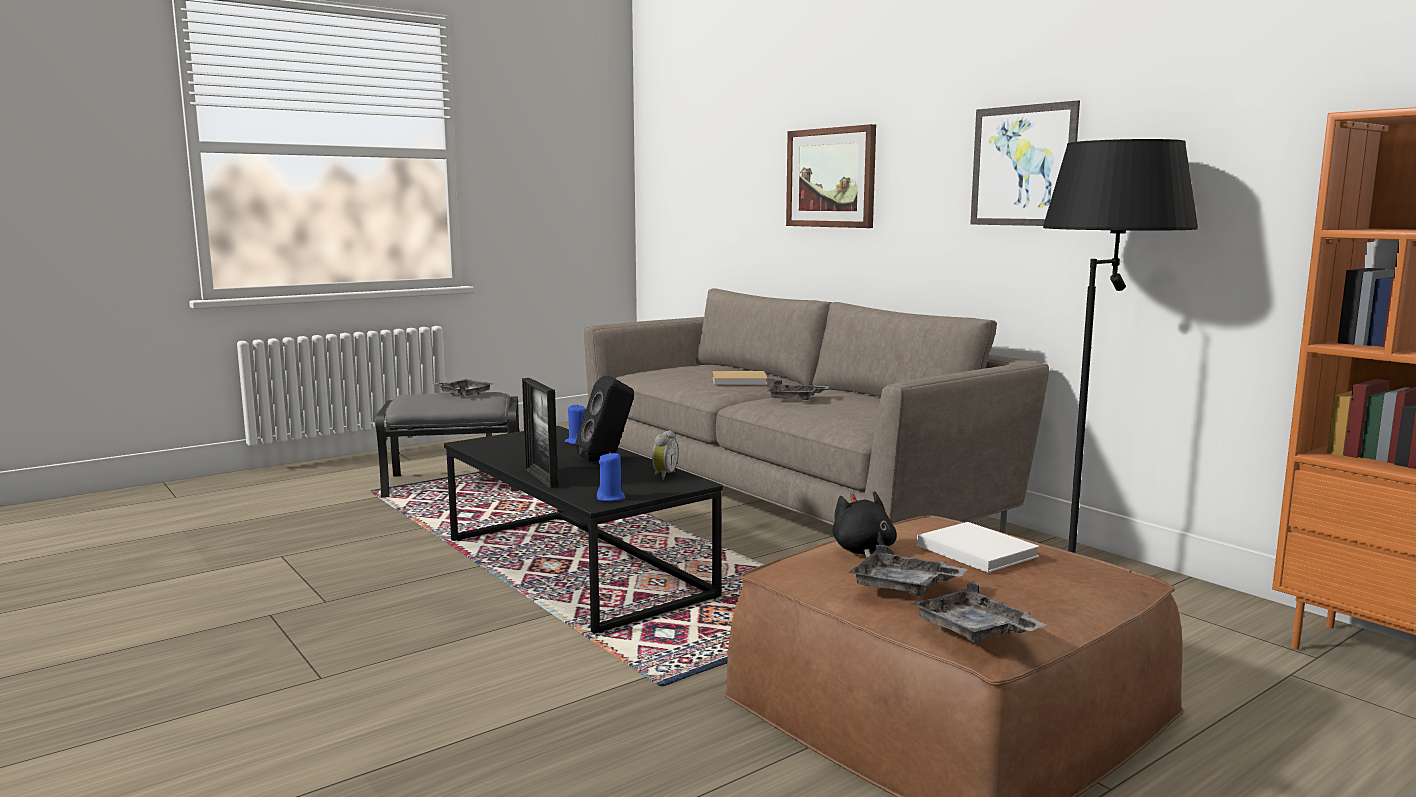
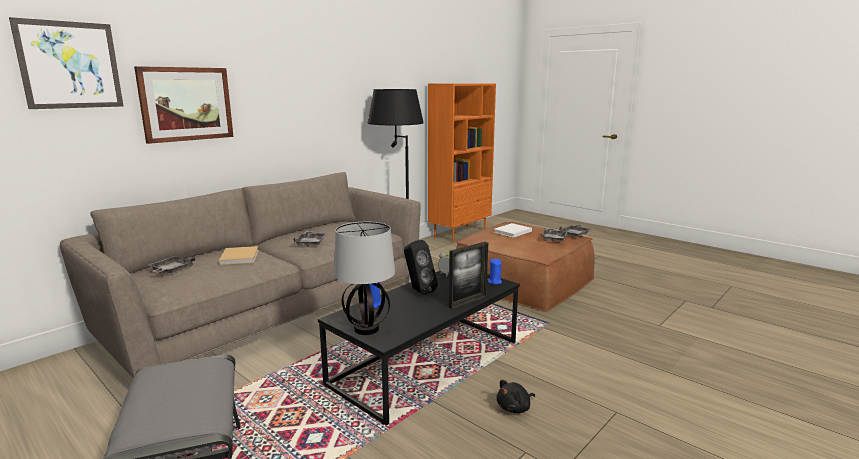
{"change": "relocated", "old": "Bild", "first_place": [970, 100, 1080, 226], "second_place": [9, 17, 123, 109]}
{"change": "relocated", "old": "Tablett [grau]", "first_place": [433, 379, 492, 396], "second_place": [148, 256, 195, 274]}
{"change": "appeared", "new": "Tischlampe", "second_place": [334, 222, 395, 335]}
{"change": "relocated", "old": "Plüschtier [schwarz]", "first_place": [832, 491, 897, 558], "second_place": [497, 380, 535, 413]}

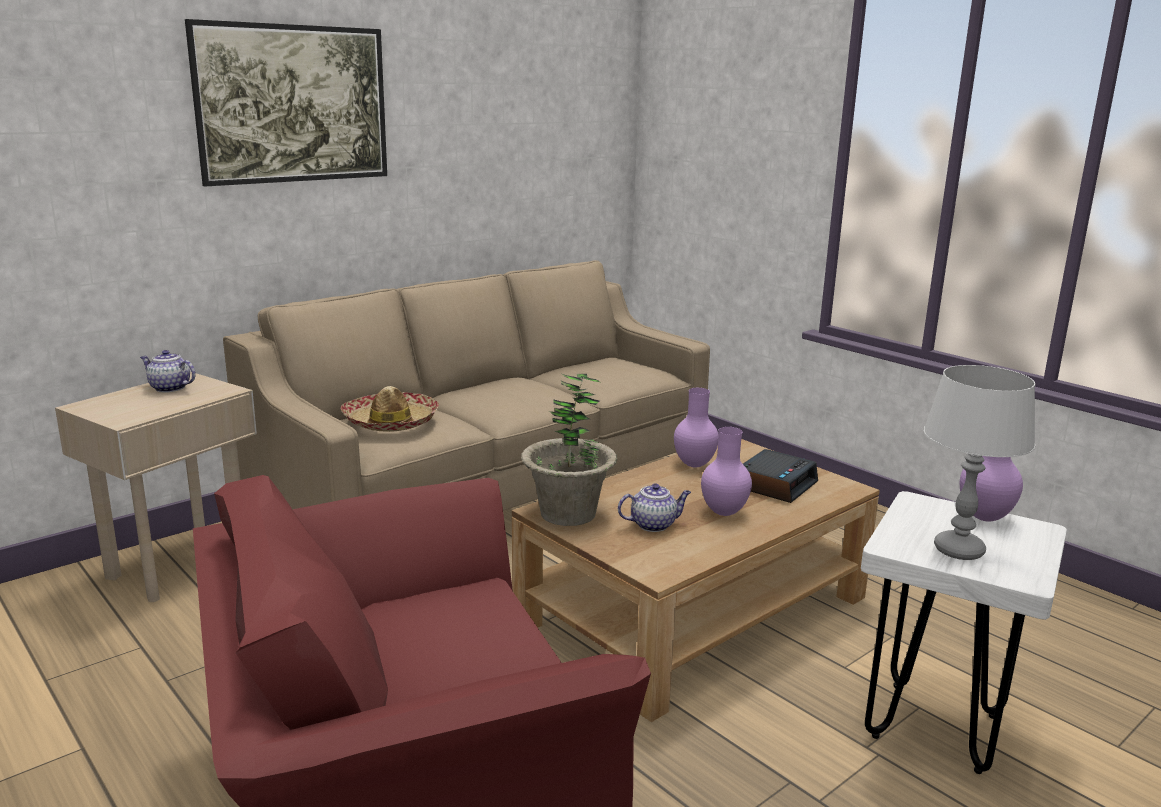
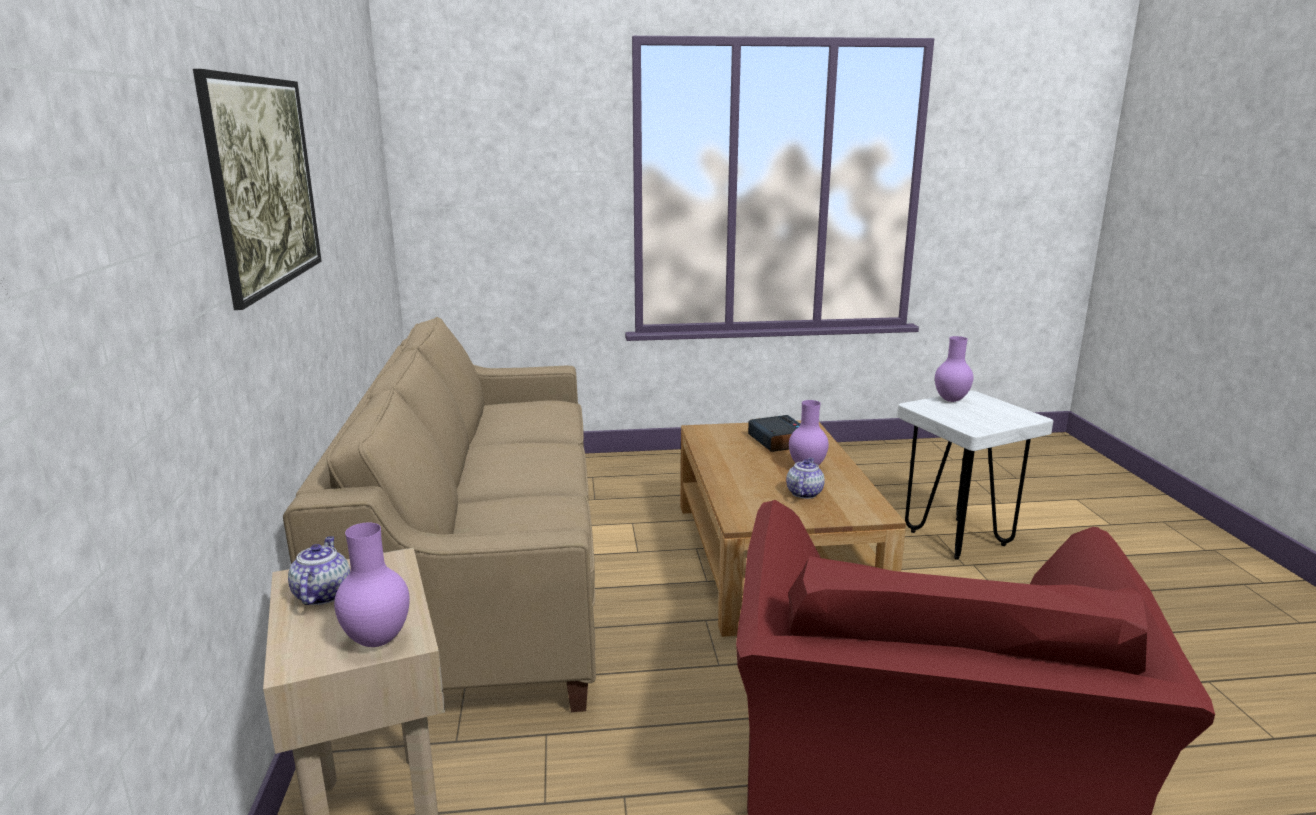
{"change": "spun", "old": "Teekanne", "first_place": [140, 350, 196, 393], "second_place": [288, 536, 350, 605], "degrees": 120}
{"change": "relocated", "old": "Vase [lila]", "first_place": [674, 388, 719, 468], "second_place": [334, 522, 410, 647]}
{"change": "missing", "old": "Hut", "first_place": [341, 386, 439, 432]}
{"change": "missing", "old": "Topfpflanze", "first_place": [521, 373, 617, 526]}
{"change": "missing", "old": "Tischlampe [grau]", "first_place": [923, 365, 1035, 560]}

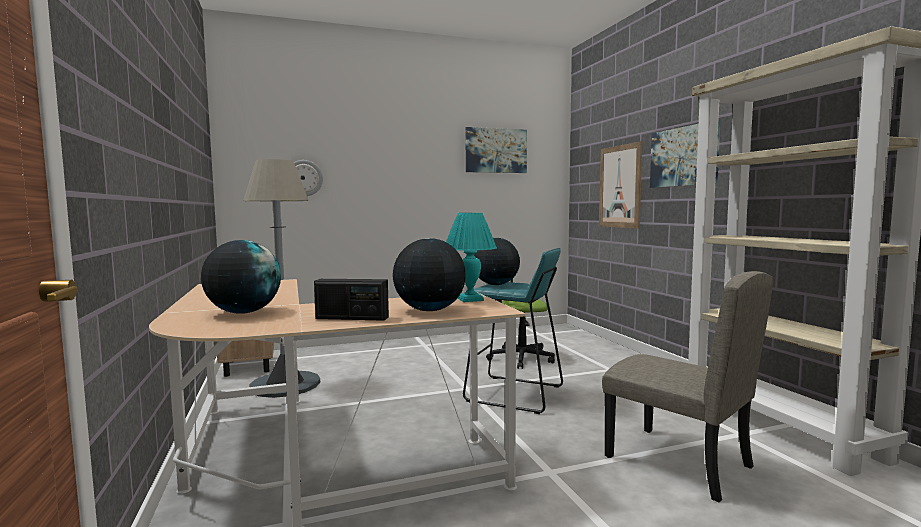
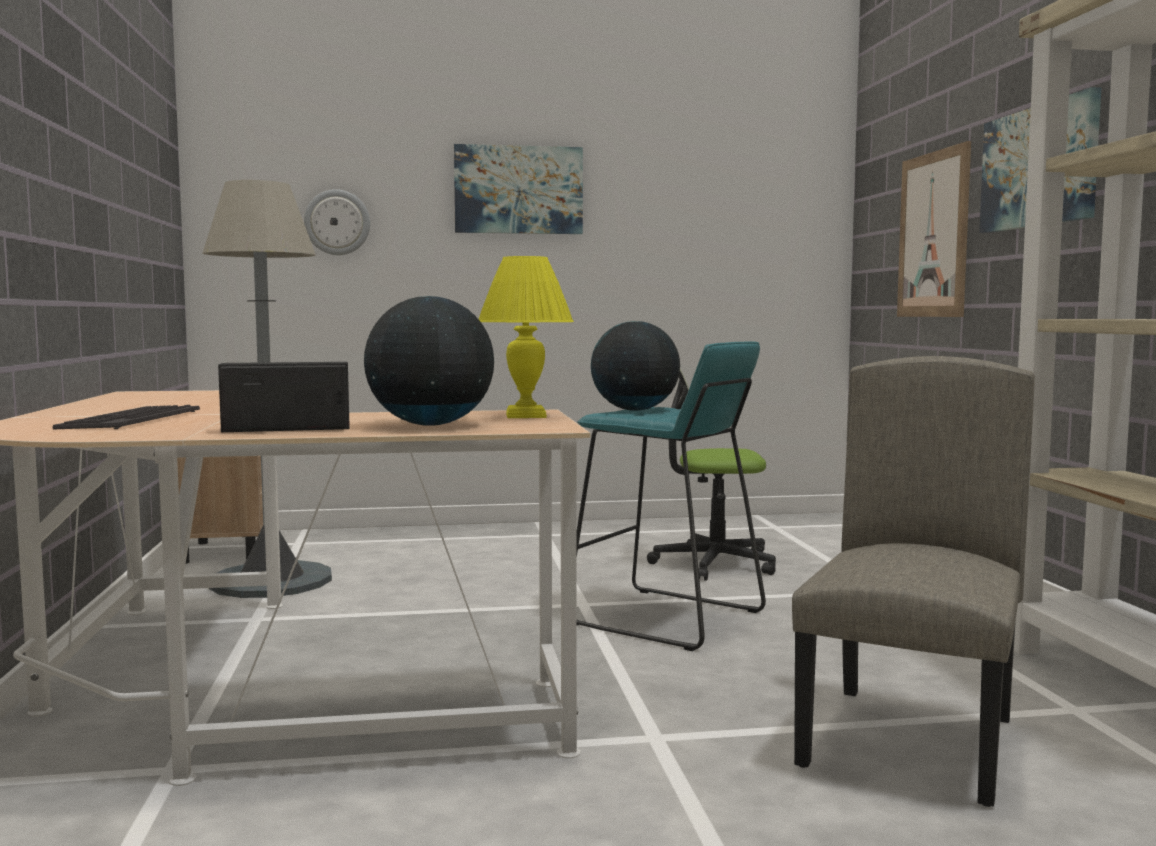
{"change": "exchanged", "old": "Globus", "new": "Tastatur", "first_place": [201, 240, 281, 314], "second_place": [53, 405, 200, 429]}
{"change": "spun", "old": "Radio", "first_place": [314, 279, 389, 321], "second_place": [218, 362, 349, 432], "degrees": 150}
{"change": "relocated", "old": "Bild", "first_place": [465, 127, 527, 173], "second_place": [454, 144, 583, 234]}
{"change": "colour", "old": "Tischlampe [türkis]", "new": "Tischlampe [gelb]", "first_place": [446, 213, 497, 302], "second_place": [479, 256, 574, 418]}
{"change": "spun", "old": "Stuhl [beige]", "first_place": [602, 271, 773, 502], "second_place": [792, 356, 1035, 807], "degrees": -120}

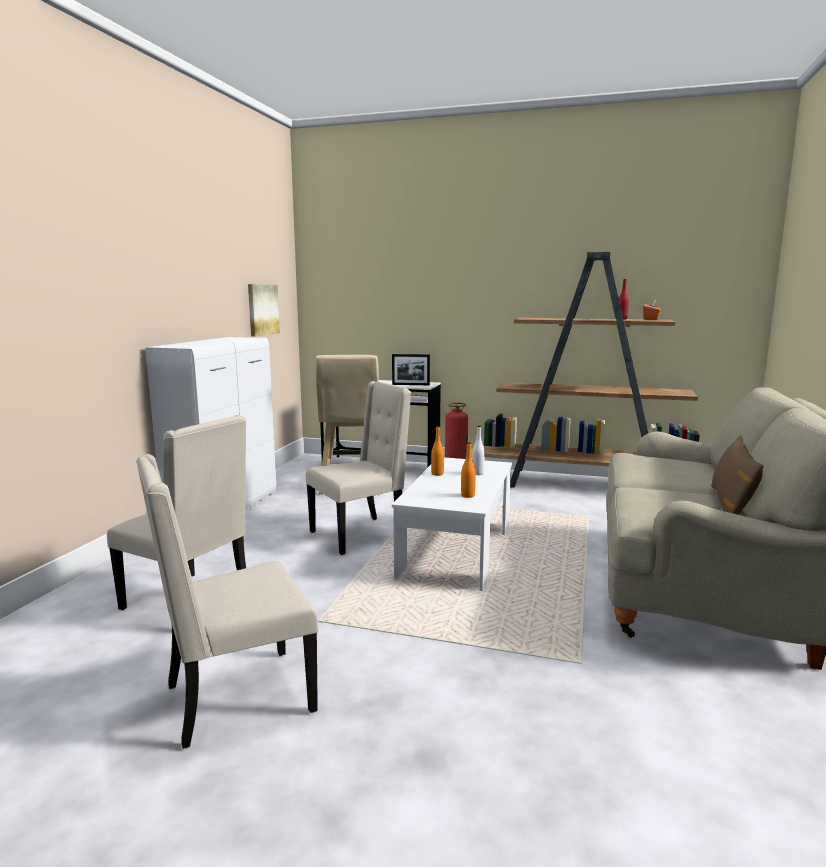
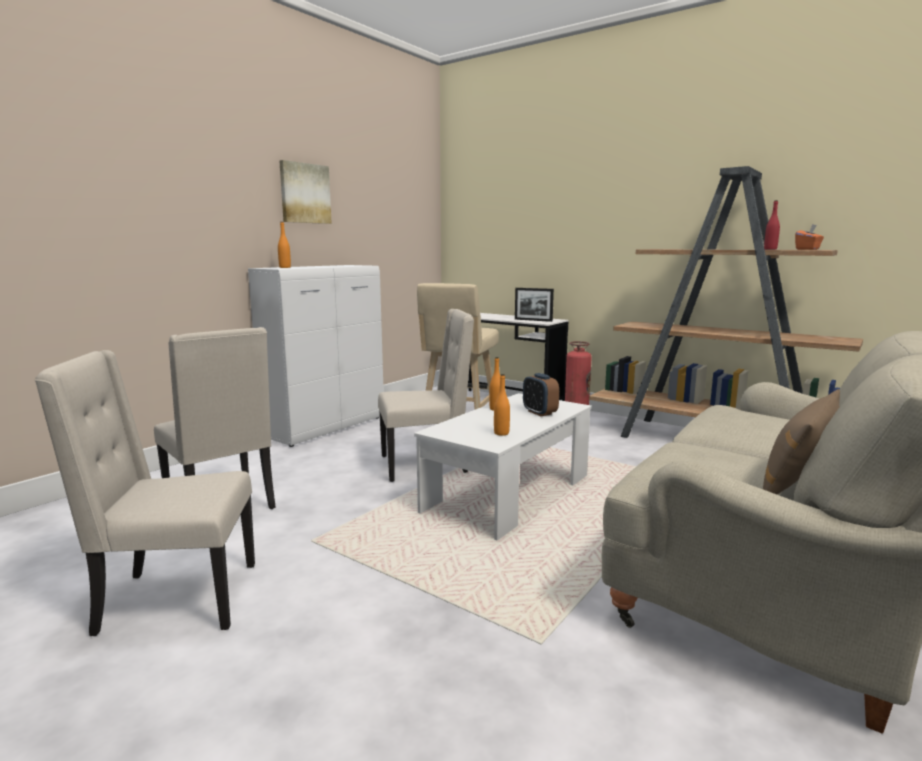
{"change": "appeared", "new": "Flasche [orange]", "second_place": [278, 222, 291, 268]}
{"change": "relocated", "old": "Bild", "first_place": [248, 284, 280, 337], "second_place": [279, 160, 332, 224]}
{"change": "exchanged", "old": "Flasche [weiß]", "new": "Wecker", "first_place": [472, 426, 485, 475], "second_place": [523, 373, 559, 416]}

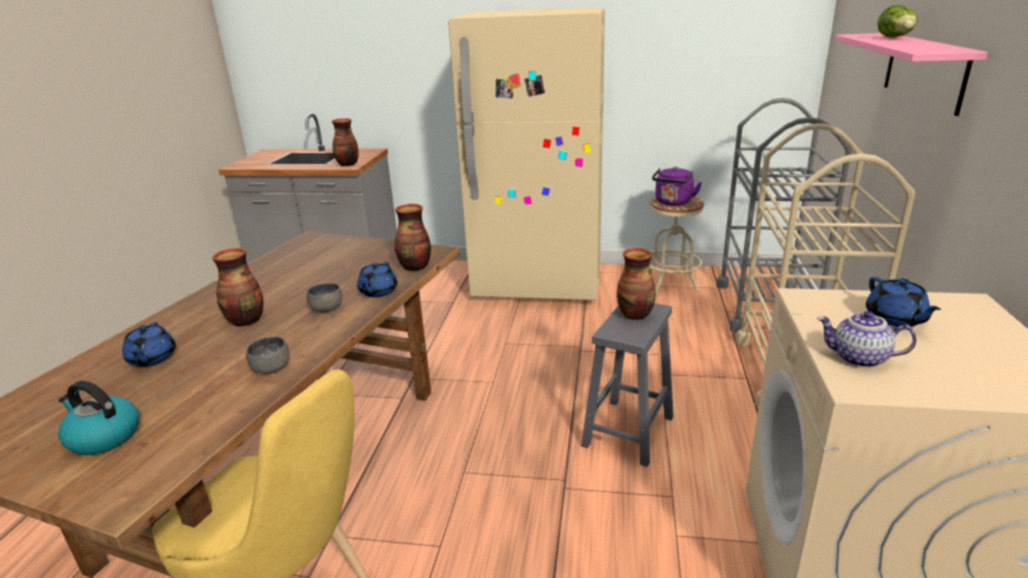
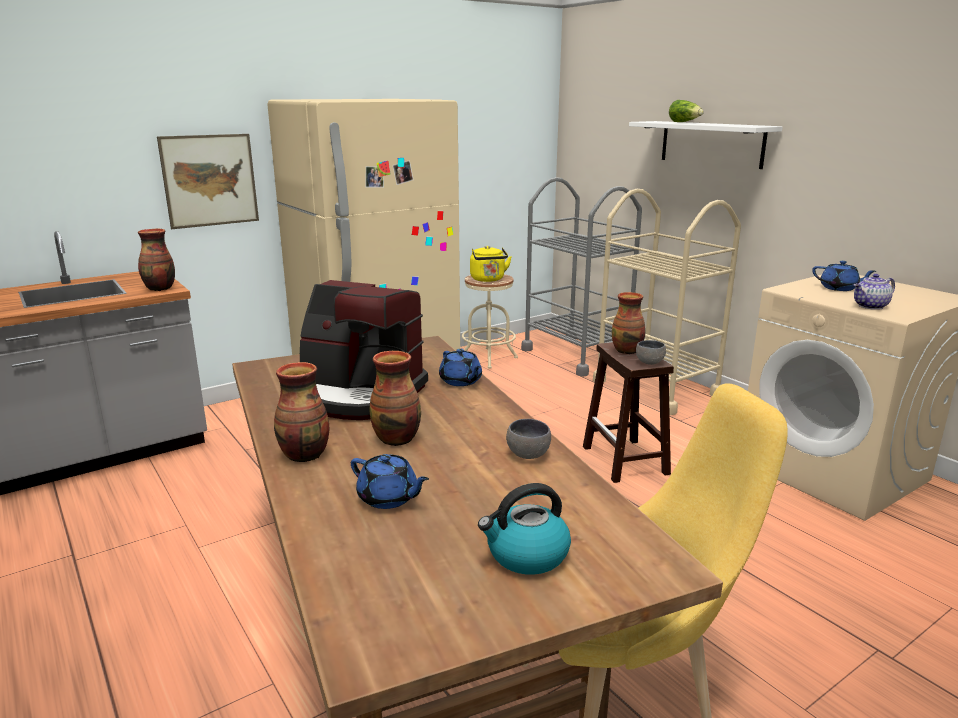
{"change": "appeared", "new": "Bild", "second_place": [157, 134, 259, 229]}
{"change": "relocated", "old": "Vase", "first_place": [395, 204, 431, 271], "second_place": [274, 362, 329, 462]}
{"change": "appeared", "new": "Kaffeemaschine", "second_place": [300, 280, 428, 420]}
{"change": "colour", "old": "Wasserkessel [lila]", "new": "Wasserkessel [gelb]", "first_place": [652, 167, 702, 206], "second_place": [470, 246, 512, 282]}
{"change": "colour", "old": "Hocker [grau]", "new": "Hocker [braun]", "first_place": [581, 303, 673, 467], "second_place": [583, 342, 674, 483]}
{"change": "colour", "old": "Wandregal [rosa]", "new": "Wandregal [weiß]", "first_place": [835, 33, 988, 116], "second_place": [629, 121, 782, 169]}
{"change": "relocated", "old": "Schüssel [grau]", "first_place": [307, 283, 342, 313], "second_place": [636, 340, 666, 365]}

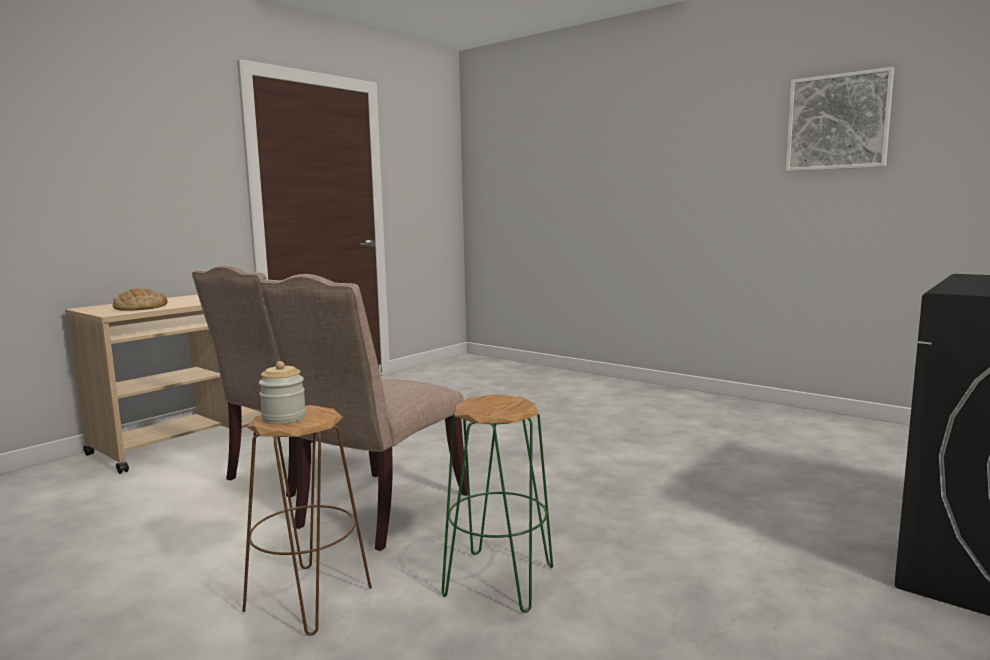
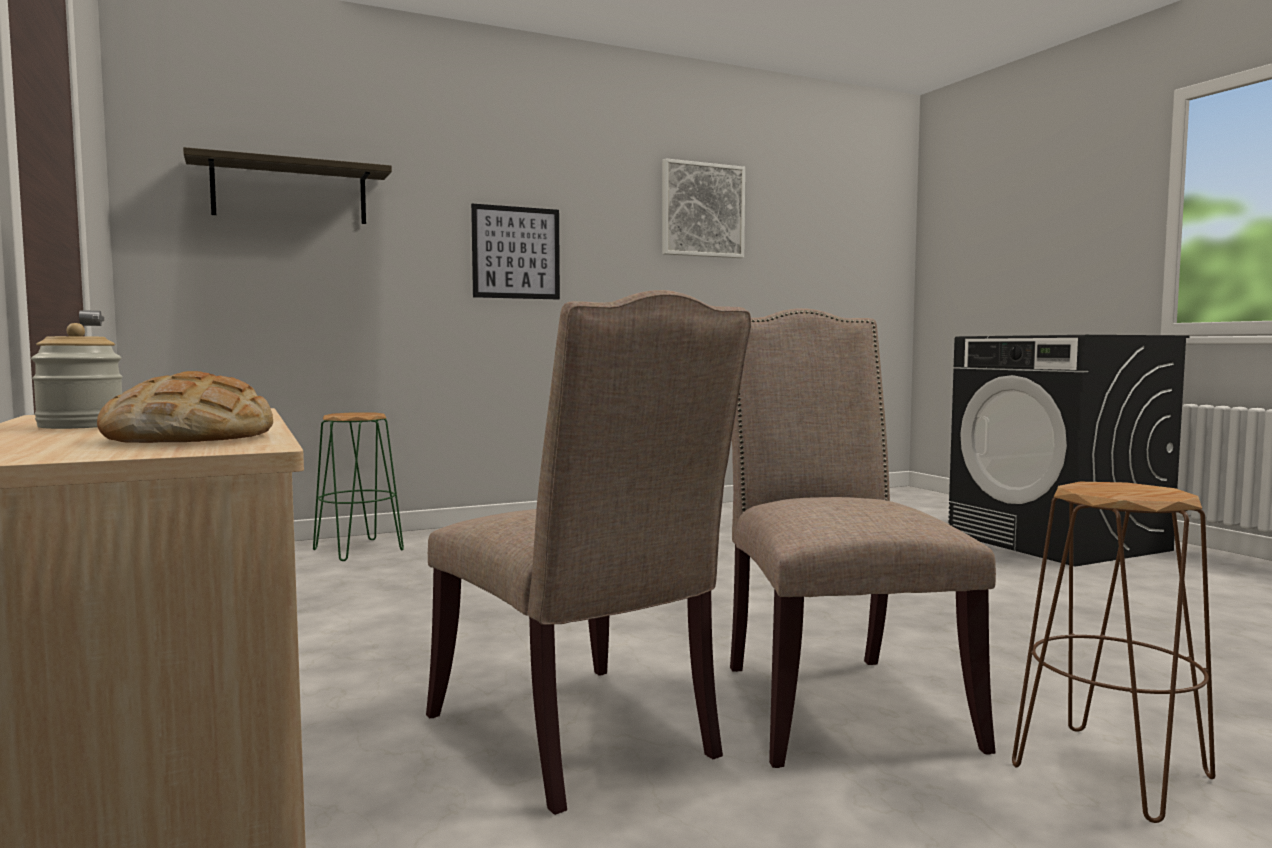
{"change": "relocated", "old": "Vorratsglas", "first_place": [259, 361, 306, 424], "second_place": [31, 323, 123, 429]}
{"change": "appeared", "new": "Wandregal", "second_place": [183, 147, 392, 224]}
{"change": "relocated", "old": "Hocker [grün]", "first_place": [442, 395, 553, 613], "second_place": [313, 412, 404, 561]}
{"change": "appeared", "new": "Bild", "second_place": [471, 204, 560, 300]}
{"change": "spun", "old": "Stuhl [beige]", "first_place": [260, 274, 468, 551], "second_place": [730, 308, 996, 768], "degrees": -150}

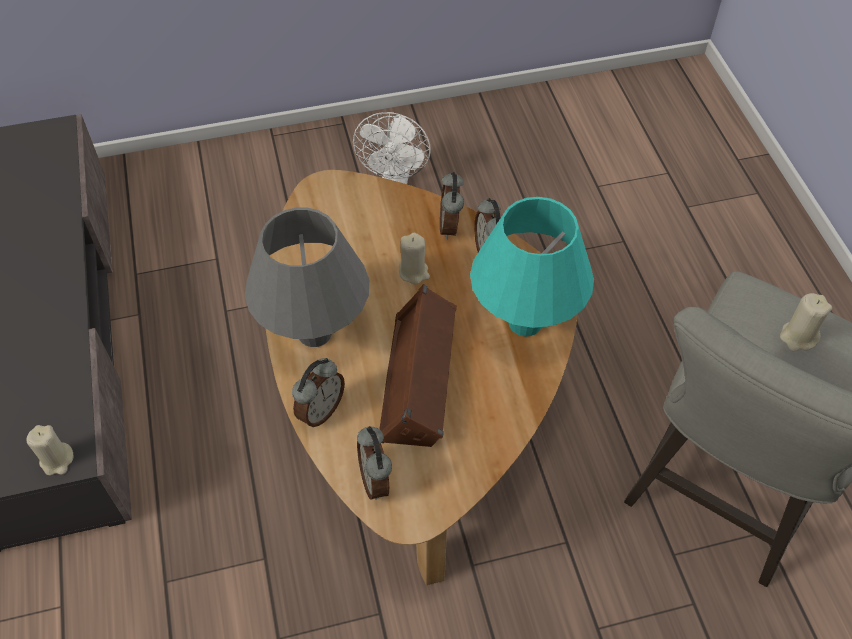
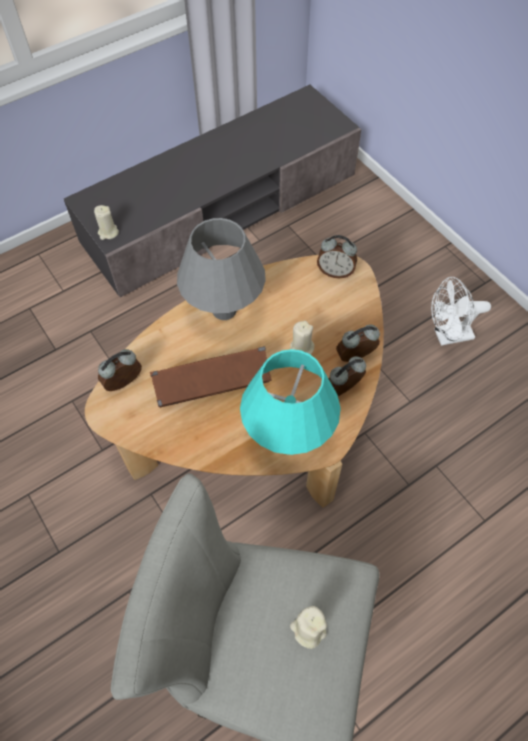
{"change": "relocated", "old": "Wecker", "first_place": [292, 358, 345, 427], "second_place": [317, 235, 357, 278]}

